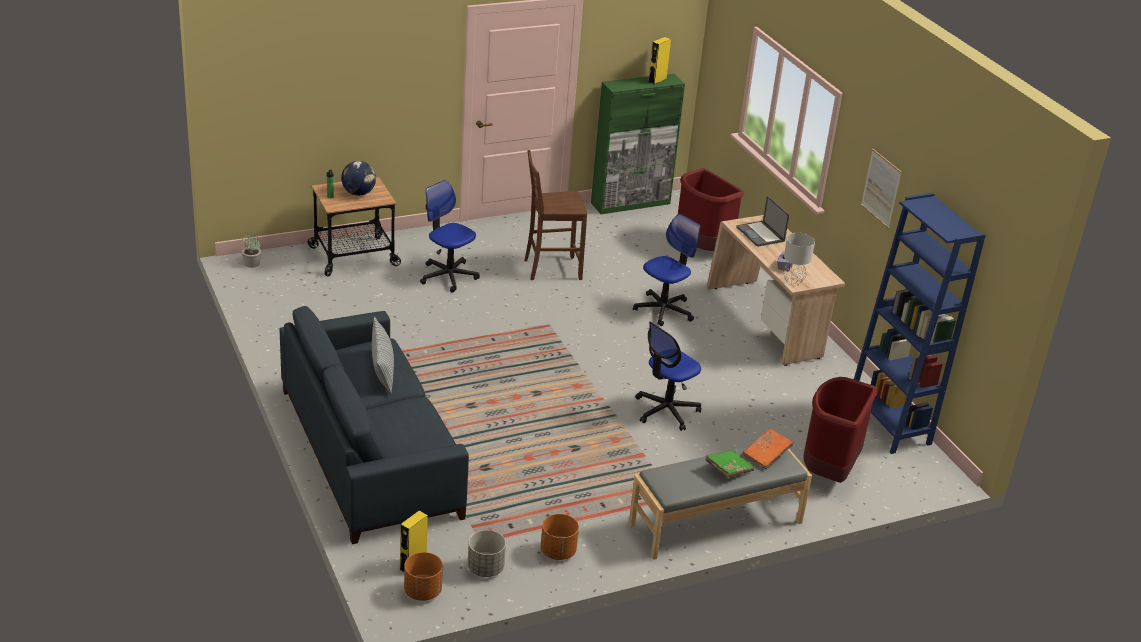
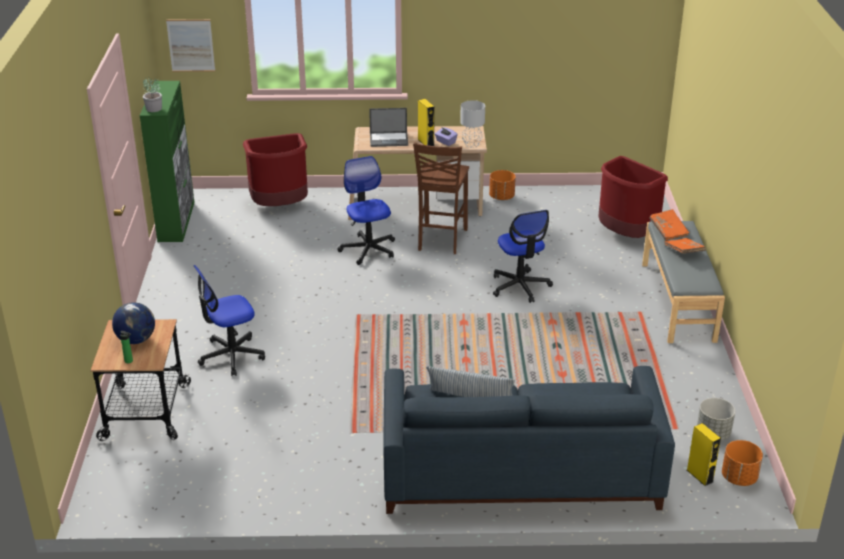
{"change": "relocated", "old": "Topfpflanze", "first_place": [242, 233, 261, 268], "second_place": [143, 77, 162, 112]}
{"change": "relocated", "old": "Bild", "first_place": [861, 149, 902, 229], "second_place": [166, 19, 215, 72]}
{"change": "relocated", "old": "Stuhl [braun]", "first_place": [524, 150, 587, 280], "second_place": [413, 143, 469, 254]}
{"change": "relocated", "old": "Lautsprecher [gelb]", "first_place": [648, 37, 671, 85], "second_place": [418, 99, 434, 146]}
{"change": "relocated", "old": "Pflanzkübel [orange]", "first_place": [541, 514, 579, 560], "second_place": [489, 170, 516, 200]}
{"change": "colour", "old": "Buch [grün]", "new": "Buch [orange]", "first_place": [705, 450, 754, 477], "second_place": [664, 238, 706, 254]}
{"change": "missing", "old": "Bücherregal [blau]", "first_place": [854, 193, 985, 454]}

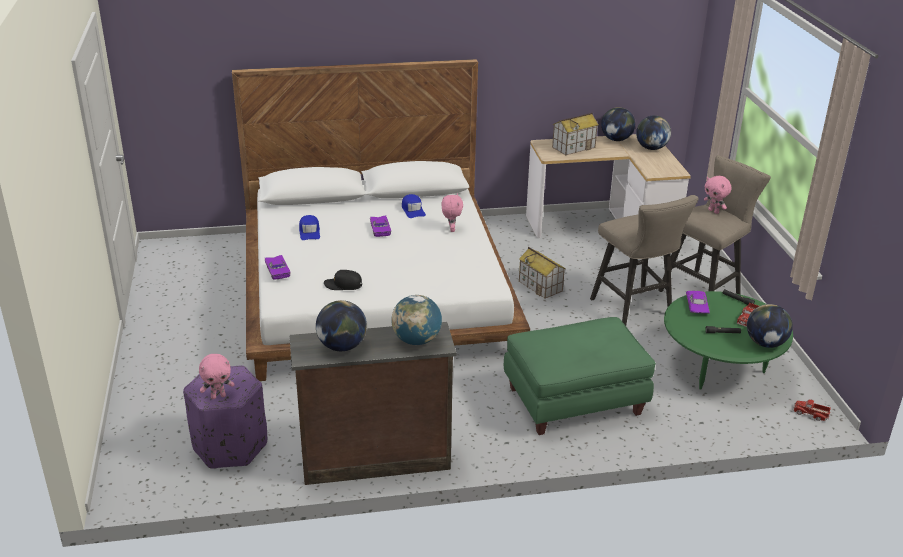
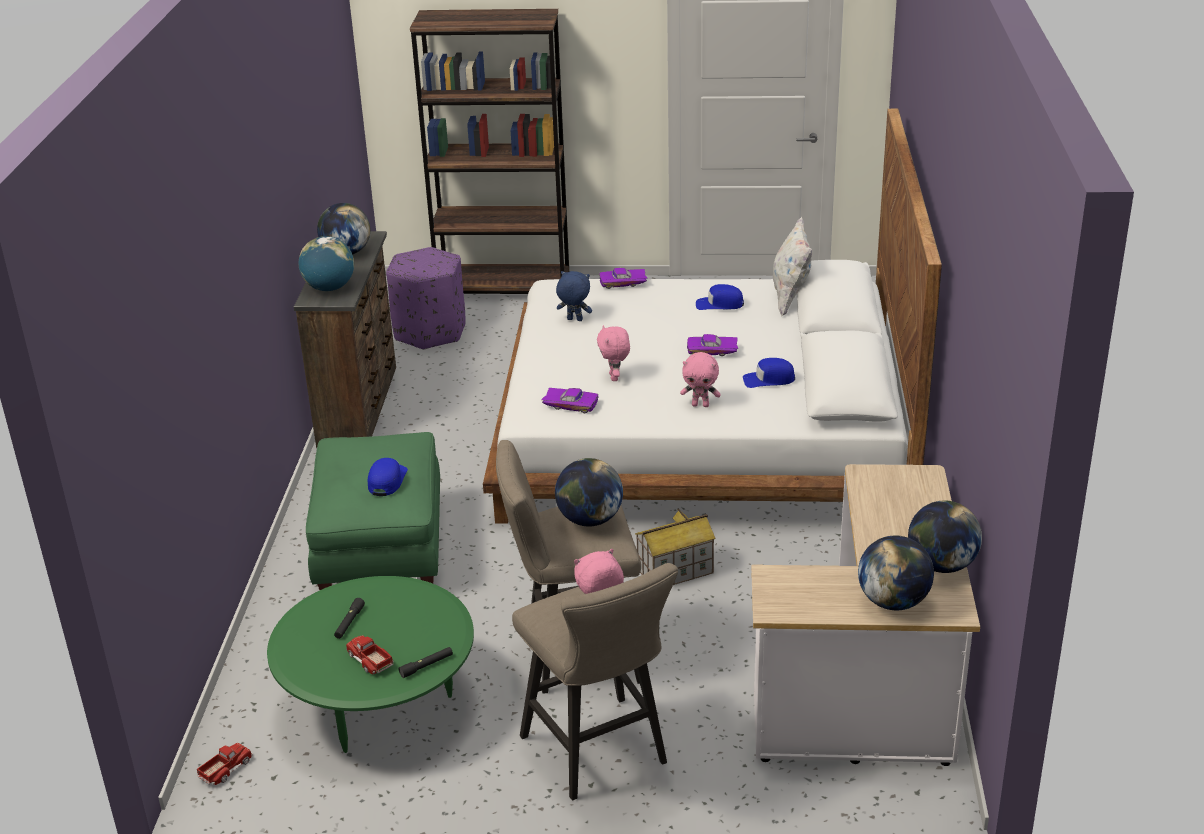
{"change": "appeared", "new": "Kappe [blau]", "second_place": [368, 458, 408, 496]}
{"change": "appeared", "new": "Bücherregal [braun]", "second_place": [410, 9, 569, 294]}
{"change": "relocated", "old": "Spielzeugauto [lila]", "first_place": [686, 291, 710, 314], "second_place": [541, 388, 599, 413]}
{"change": "relocated", "old": "Globus", "first_place": [747, 304, 793, 348], "second_place": [555, 458, 623, 527]}
{"change": "exchanged", "old": "Kappe [schwarz]", "new": "Plüschtier [blau]", "first_place": [324, 270, 362, 290], "second_place": [556, 271, 592, 321]}
{"change": "relocated", "old": "Plüschtier [rosa]", "first_place": [199, 354, 234, 399], "second_place": [597, 325, 630, 381]}
{"change": "appeared", "new": "Kissen [weiß]", "second_place": [773, 217, 812, 316]}
{"change": "missing", "old": "Spielzeughaus", "first_place": [552, 113, 598, 155]}

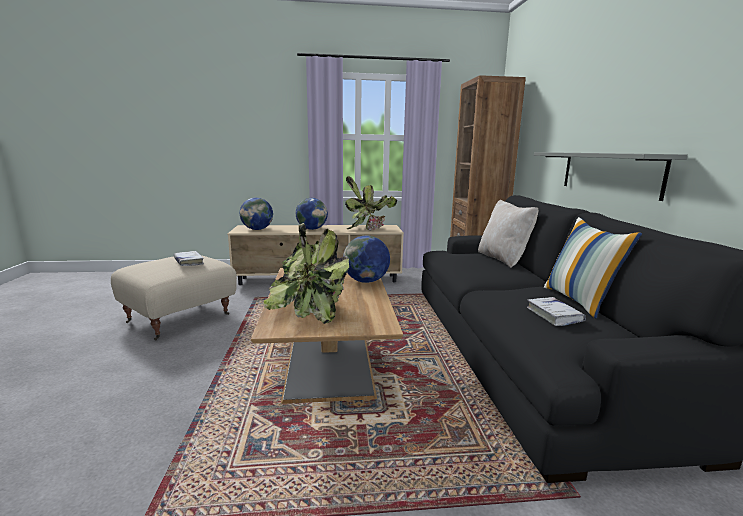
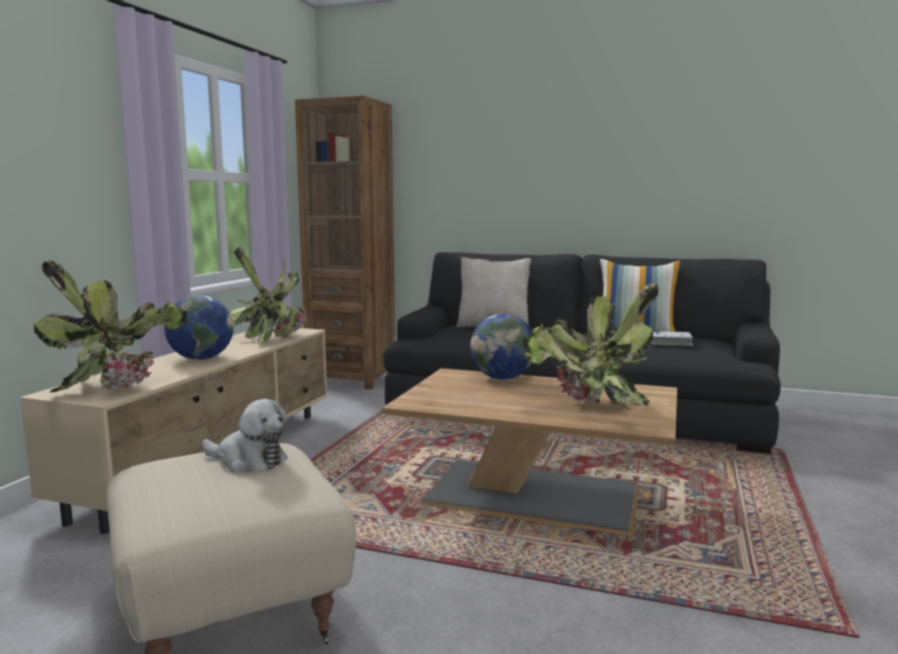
{"change": "exchanged", "old": "Globus", "new": "Topfpflanze", "first_place": [240, 198, 273, 230], "second_place": [34, 261, 187, 393]}
{"change": "exchanged", "old": "Buch [weiß]", "new": "Plüschtier", "first_place": [174, 251, 204, 266], "second_place": [202, 399, 288, 472]}
{"change": "missing", "old": "Wandregal [grau]", "first_place": [534, 152, 688, 201]}

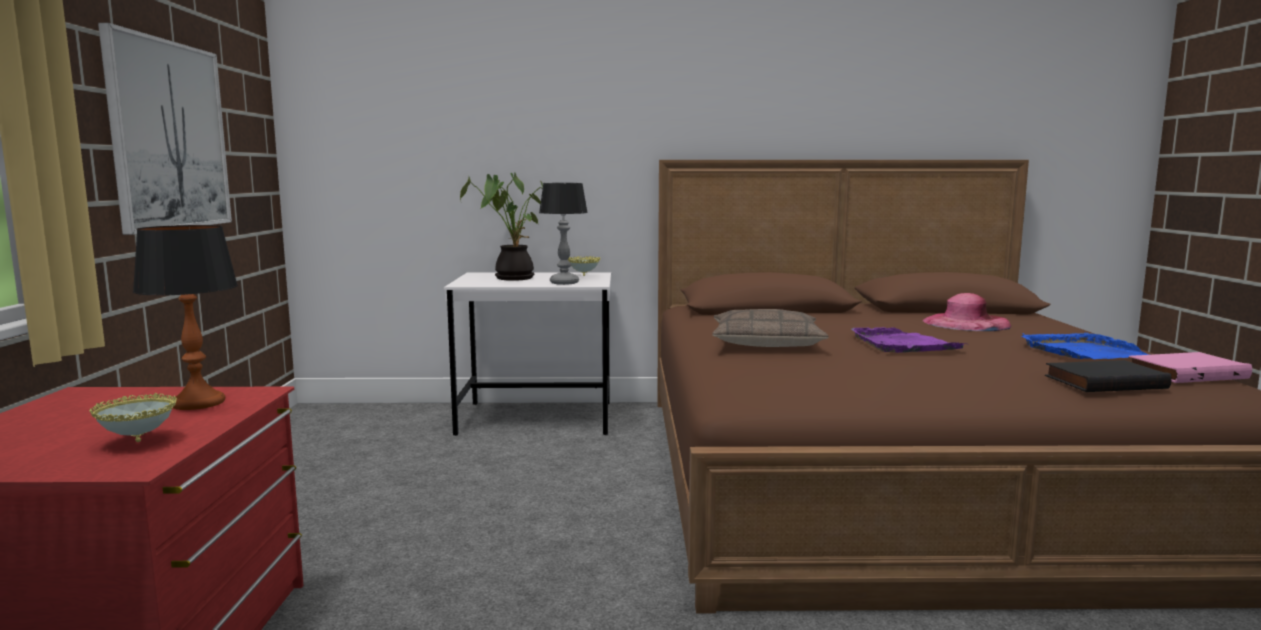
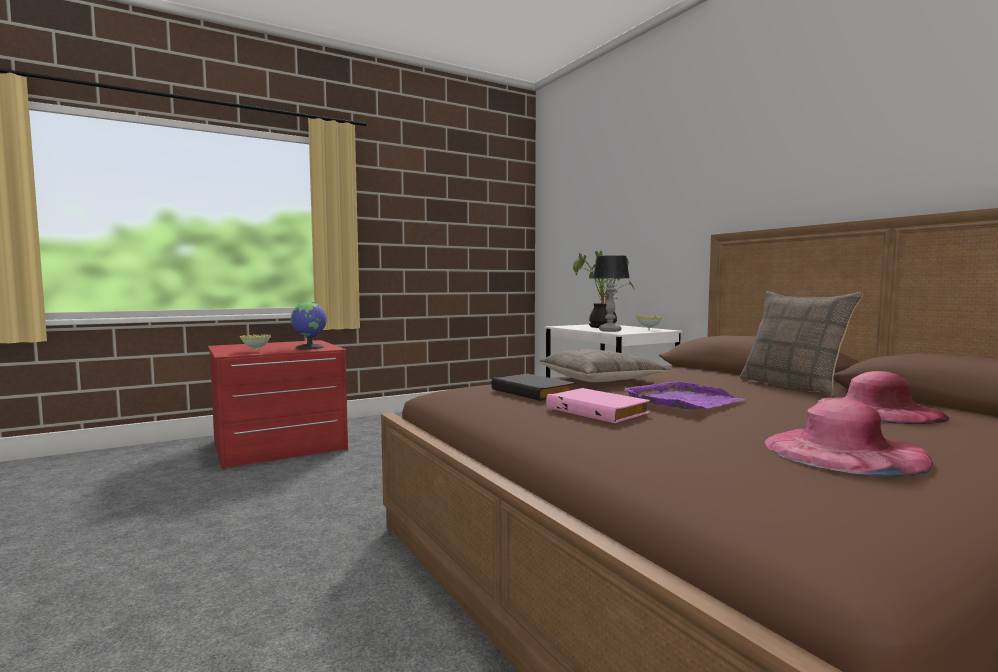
{"change": "exchanged", "old": "Tischlampe", "new": "Globus", "first_place": [133, 225, 238, 410], "second_place": [291, 302, 327, 349]}
{"change": "relocated", "old": "Buch [schwarz]", "first_place": [1045, 360, 1172, 392], "second_place": [491, 374, 576, 401]}
{"change": "relocated", "old": "Buch [rosa]", "first_place": [1129, 352, 1252, 383], "second_place": [546, 388, 650, 423]}
{"change": "appeared", "new": "Kissen", "second_place": [740, 291, 863, 396]}
{"change": "exchanged", "old": "Tablett [blau]", "new": "Hut [rosa]", "first_place": [1021, 333, 1150, 359], "second_place": [764, 399, 933, 476]}
{"change": "missing", "old": "Bild", "first_place": [98, 23, 232, 235]}

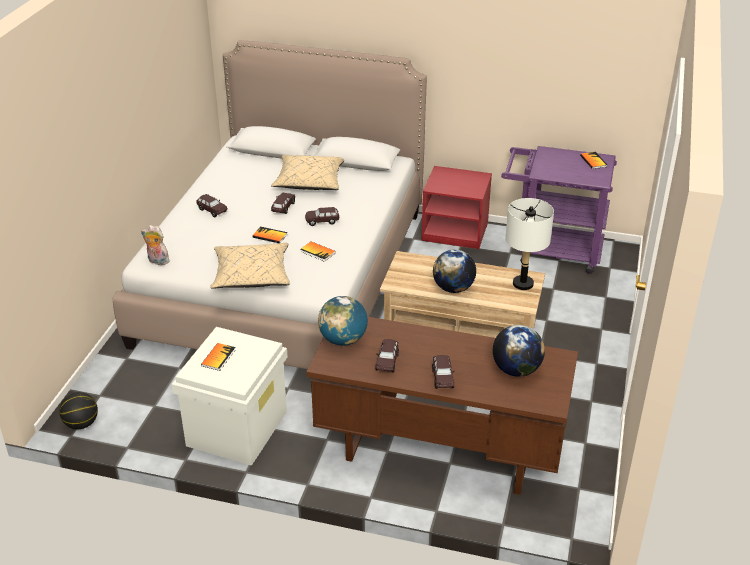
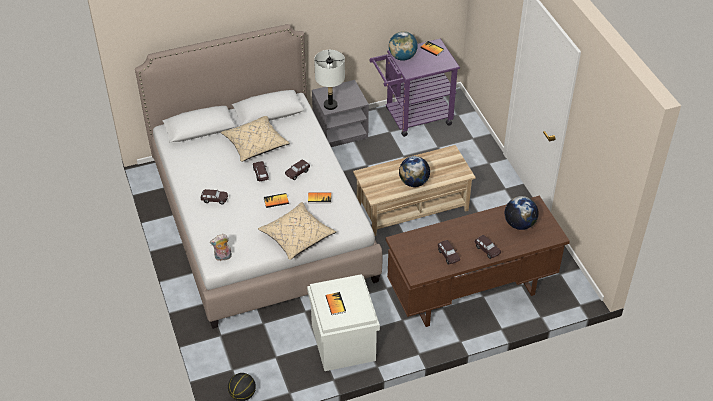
{"change": "colour", "old": "Nachttisch [rot]", "new": "Nachttisch [grau]", "first_place": [422, 166, 492, 249], "second_place": [312, 80, 369, 147]}
{"change": "relocated", "old": "Tischlampe [weiß]", "first_place": [505, 198, 554, 290], "second_place": [314, 50, 345, 110]}
{"change": "relocated", "old": "Globus", "first_place": [318, 296, 368, 346], "second_place": [389, 31, 418, 61]}

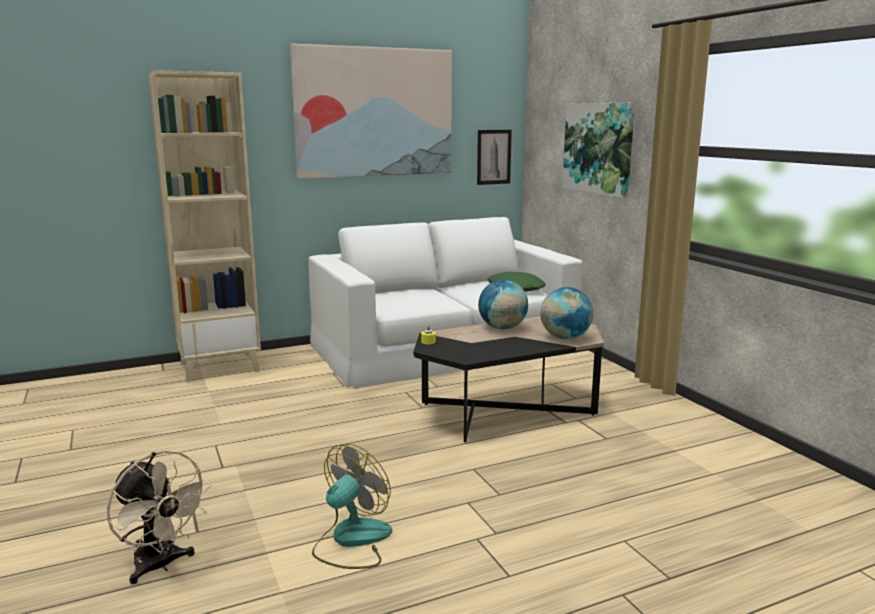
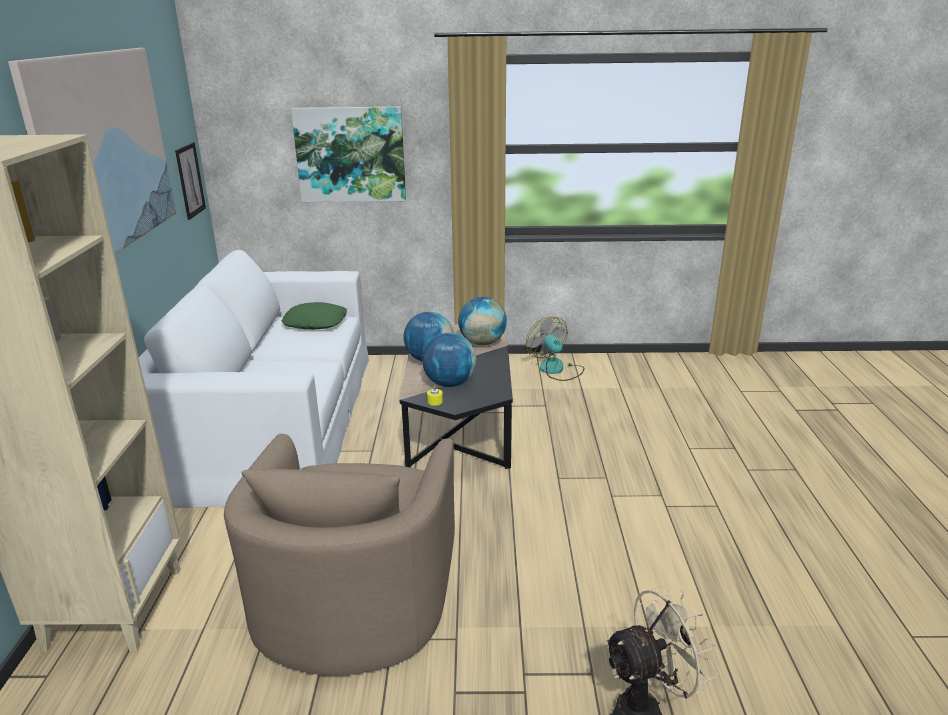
{"change": "appeared", "new": "Sessel [beige]", "second_place": [224, 434, 455, 676]}
{"change": "appeared", "new": "Globus", "second_place": [422, 333, 477, 387]}
{"change": "relocated", "old": "Ventilator", "first_place": [312, 444, 392, 569], "second_place": [526, 317, 584, 381]}

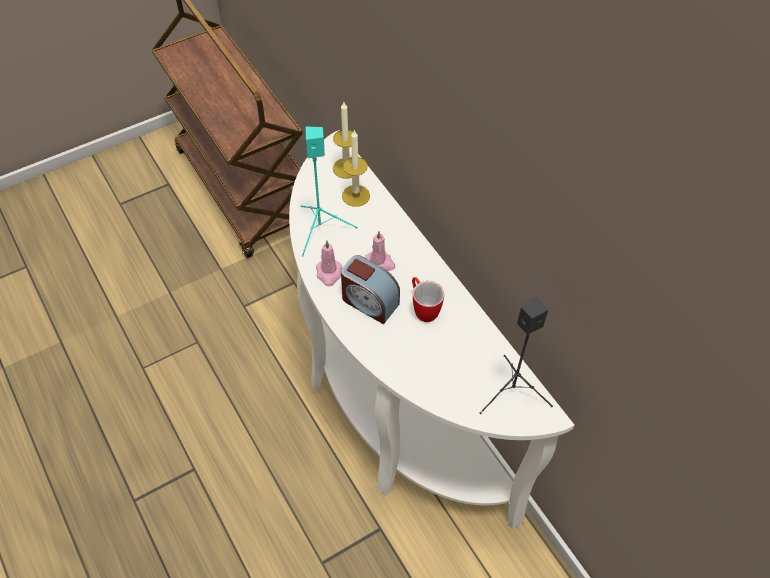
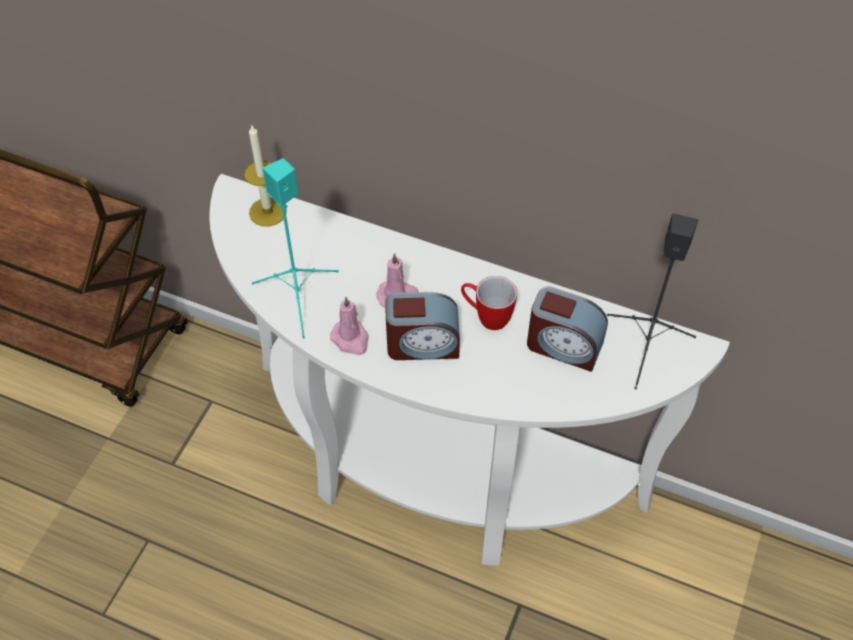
{"change": "appeared", "new": "Wecker", "second_place": [527, 286, 608, 372]}
{"change": "missing", "old": "Kerze", "first_place": [342, 130, 370, 207]}

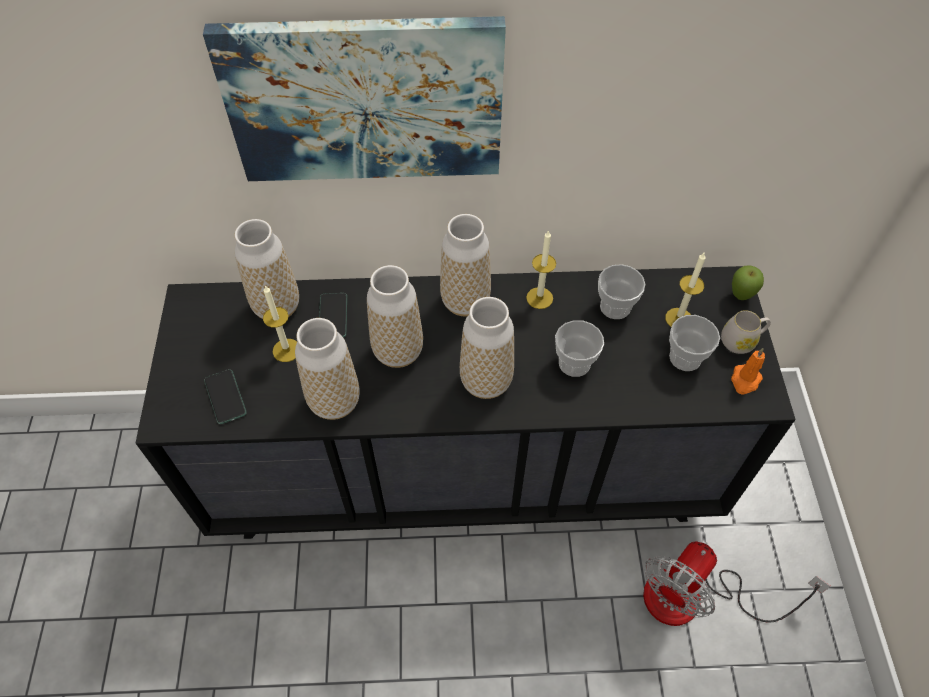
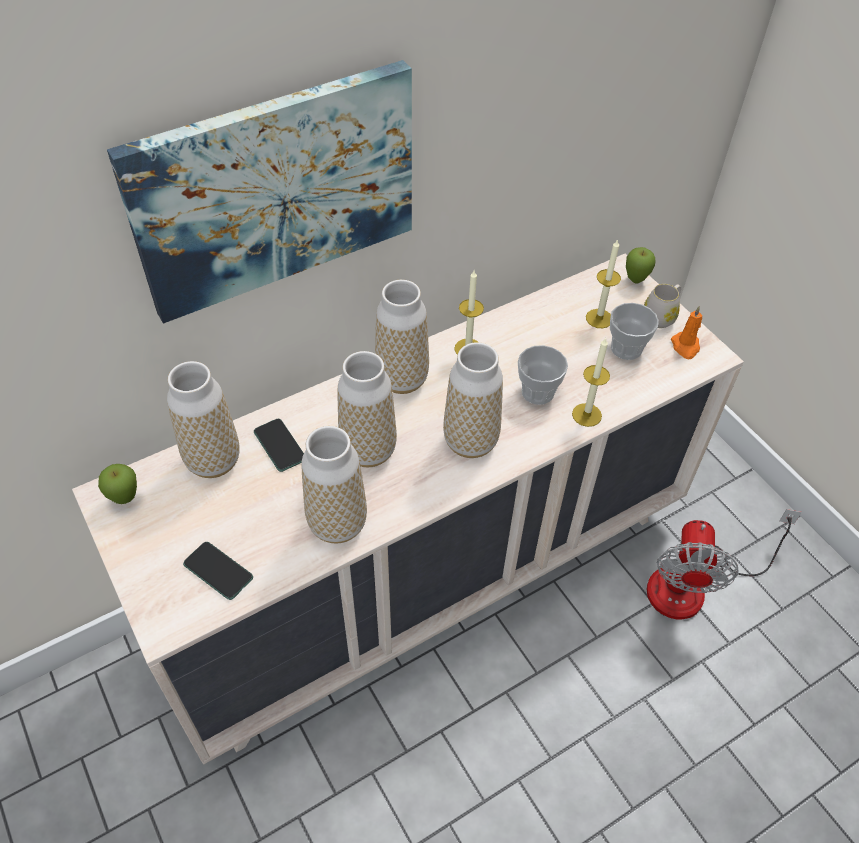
{"change": "colour", "old": "Kommode [schwarz]", "new": "Kommode [beige]", "first_place": [136, 266, 796, 539], "second_place": [72, 254, 744, 764]}
{"change": "appeared", "new": "Apfel", "second_place": [98, 464, 137, 504]}
{"change": "relocated", "old": "Kerze", "first_place": [263, 286, 297, 362], "second_place": [572, 338, 610, 427]}
{"change": "missing", "old": "Tasse", "first_place": [598, 264, 645, 319]}

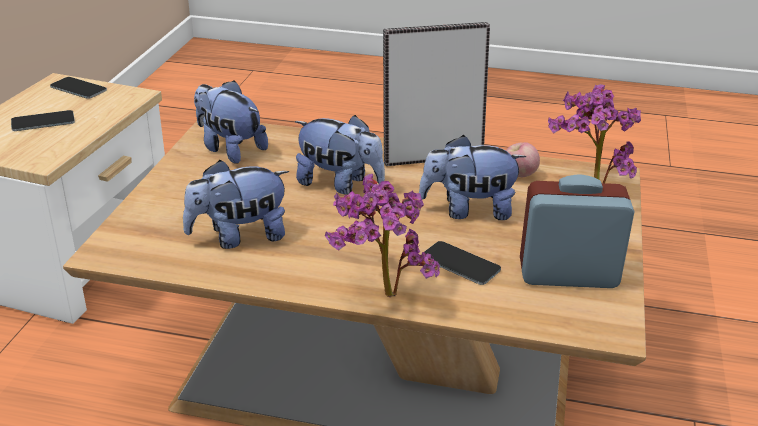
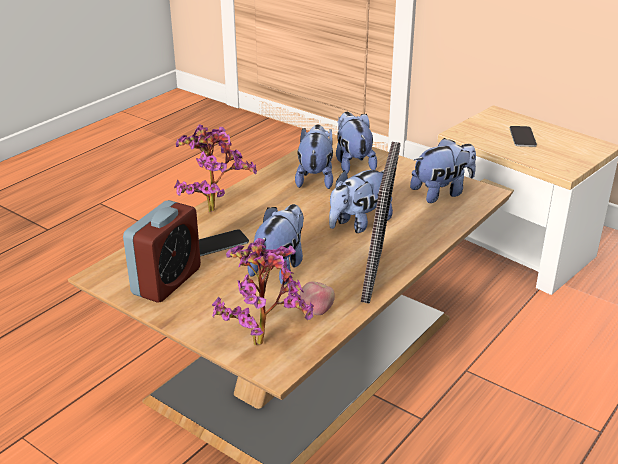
{"change": "appeared", "new": "Plüschtier", "second_place": [336, 112, 377, 174]}
{"change": "missing", "old": "Handy", "first_place": [50, 77, 107, 99]}

